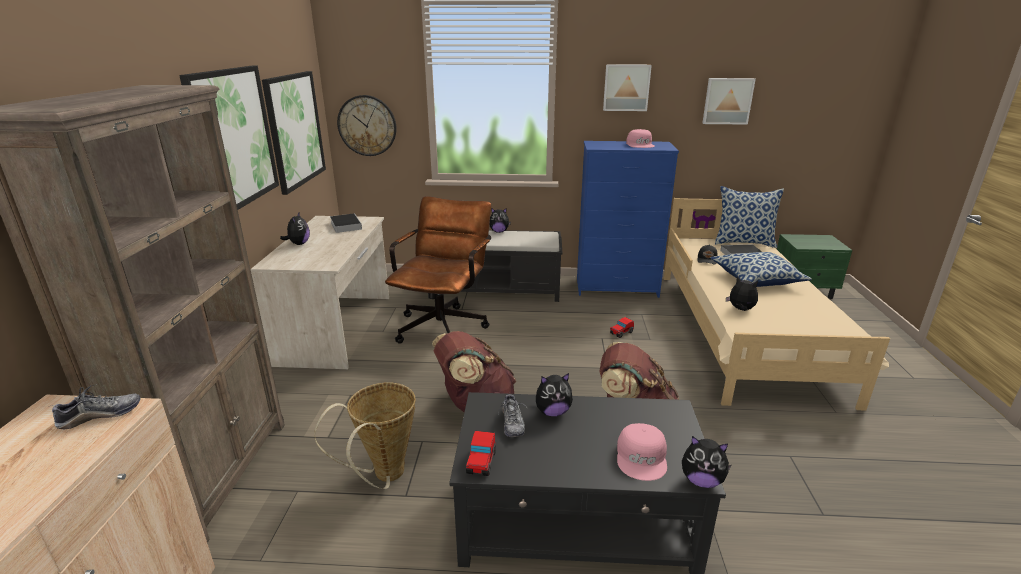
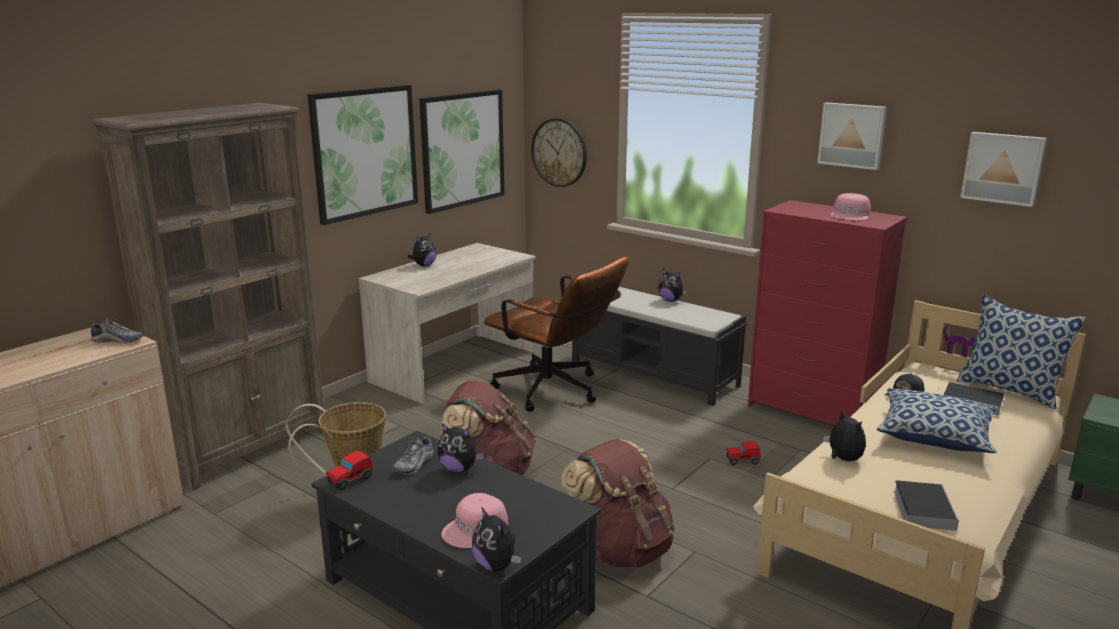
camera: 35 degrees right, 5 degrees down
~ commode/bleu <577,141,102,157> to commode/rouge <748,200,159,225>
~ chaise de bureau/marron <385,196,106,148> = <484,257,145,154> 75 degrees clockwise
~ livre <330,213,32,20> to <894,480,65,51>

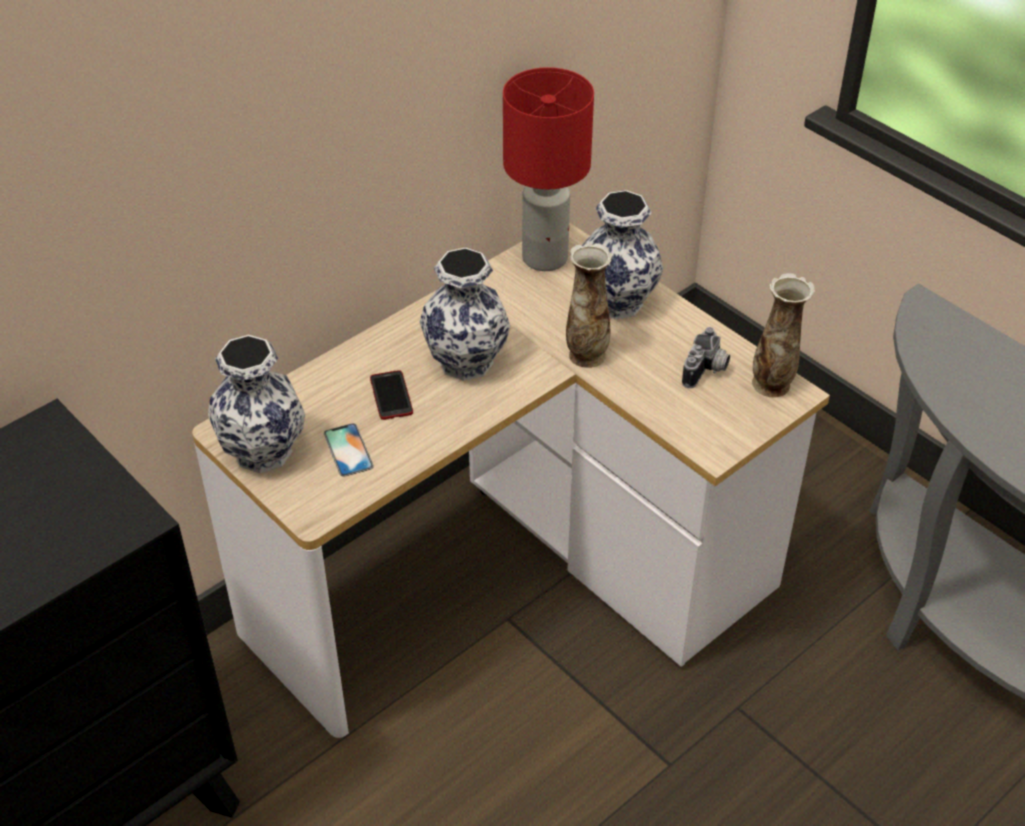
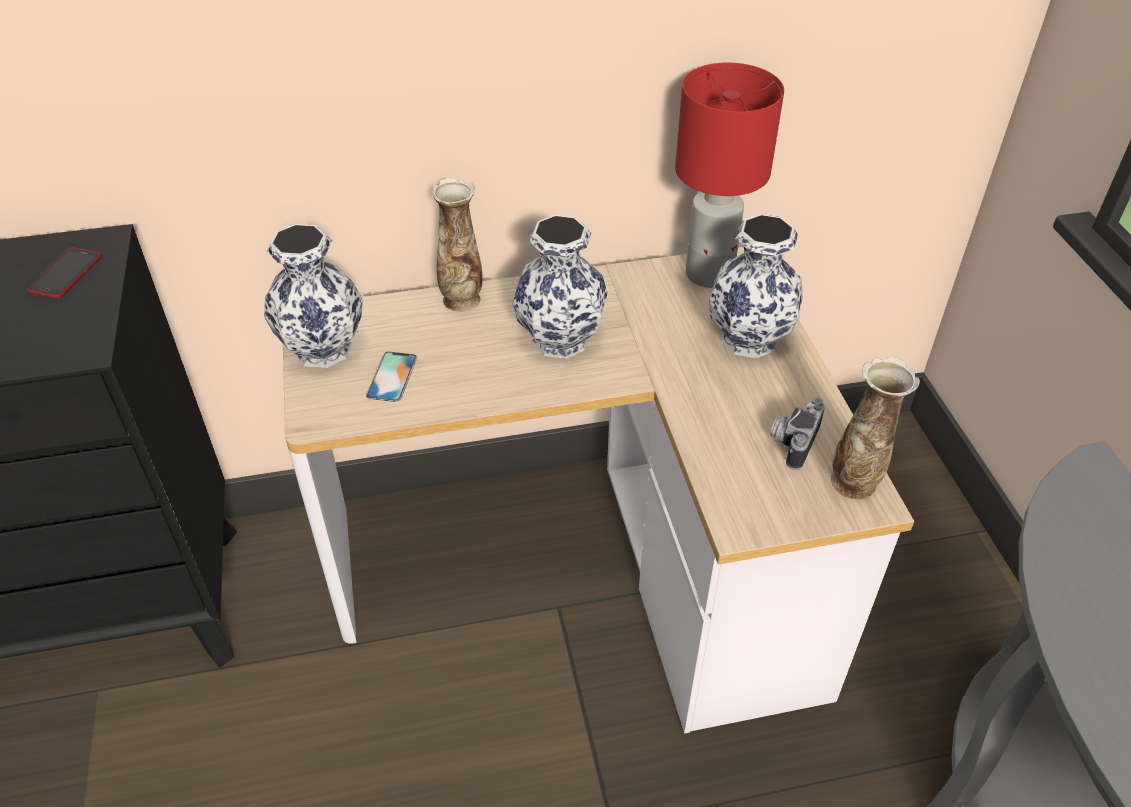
camera: 30 degrees right, 0 degrees up
~ vase <566,243,46,125> to <430,178,53,134>
~ appareil photo <682,327,48,61> = <770,397,55,73> 150 degrees clockwise
~ téléphone <370,370,43,50> to <27,247,75,52>

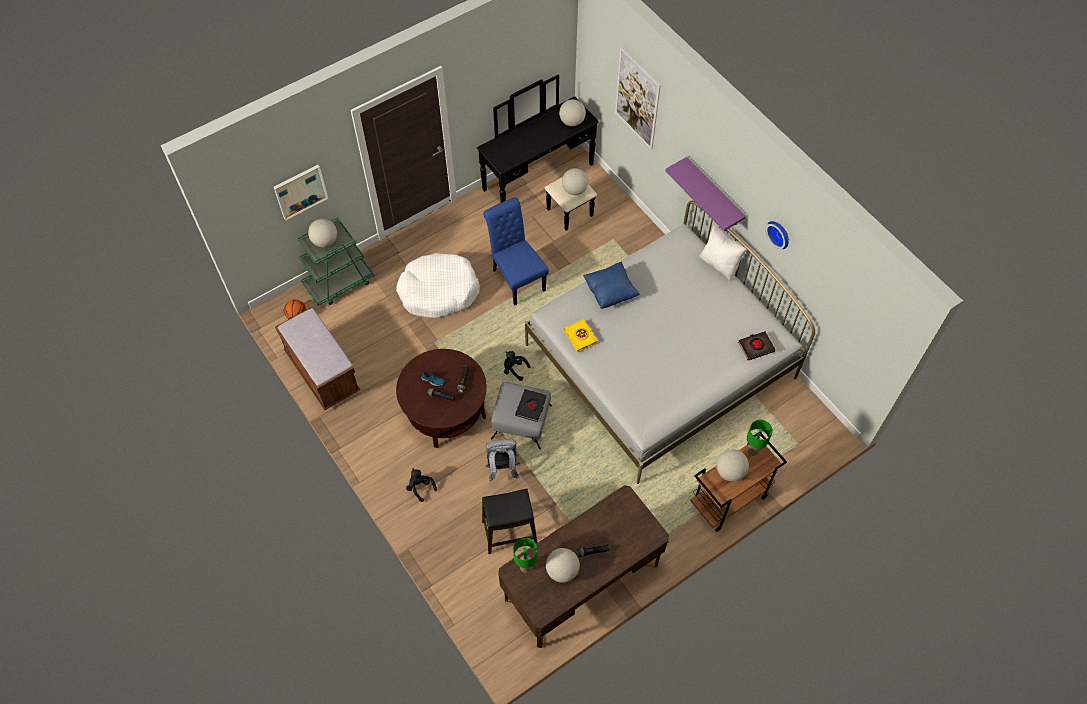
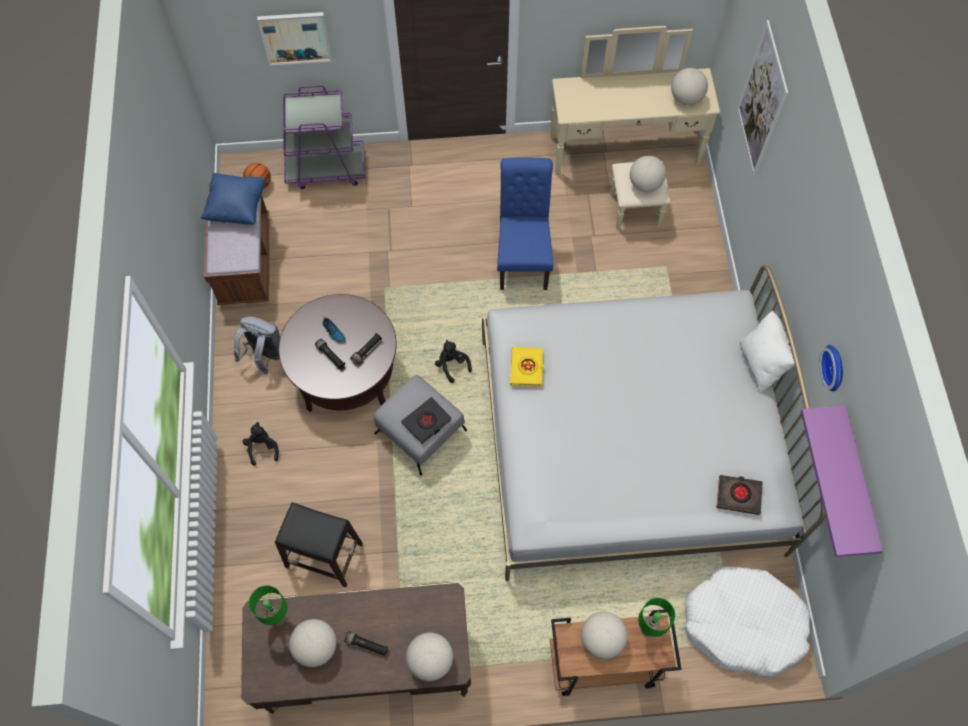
camera: 30 degrees right, 5 degrees up
~ commode/noir <477,74,122,157> to commode/beige <550,26,170,204>
~ étagère/violet <665,157,81,74> to <801,405,82,152>
~ chariot/vert <298,217,76,89> to chariot/violet <283,85,82,104>
~ globe <308,219,29,28> to <406,632,47,49>
~ panier pour chien/blanc <396,253,84,65> to <685,566,125,111>
~ coussin/bleu <583,262,57,47> to <201,173,65,51>
~ sac à dos/gris <485,439,35,42> to <234,317,46,57>

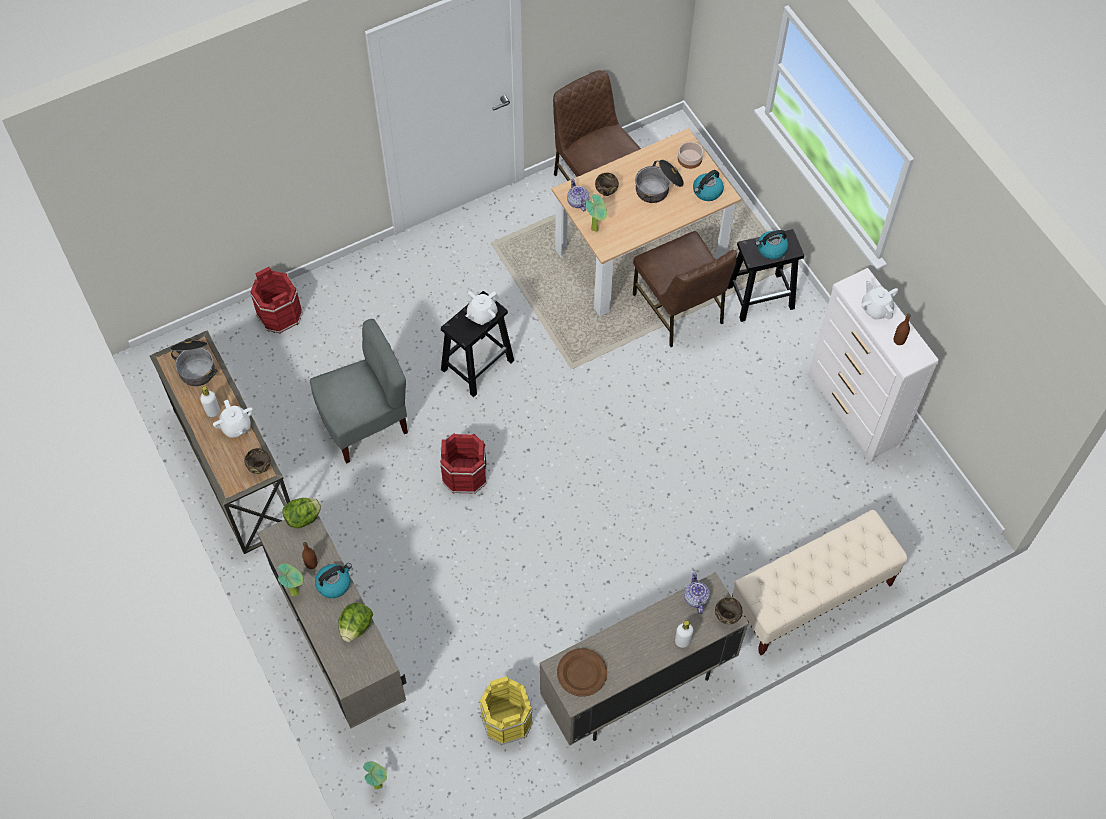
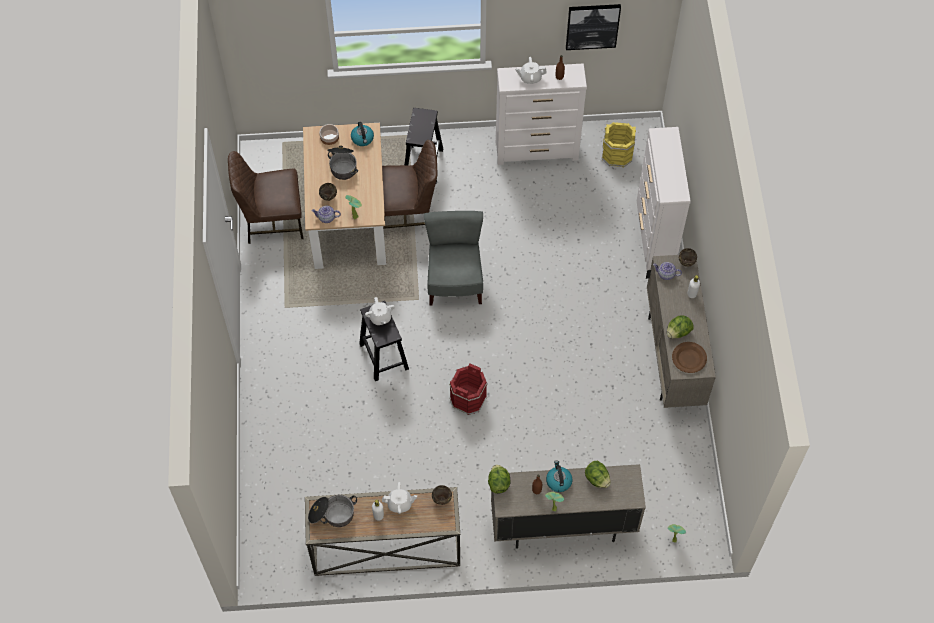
camera: 65 degrees left, 0 degrees up
- bouilloire <755,230,33,29>
- seau/rouge <249,267,54,67>
~ chaise/gris <310,319,98,145> to <424,211,59,95>
~ banc/beige <732,510,176,145> to commode/blanc <637,127,54,143>
~ seau/jaune <478,676,55,69> to <602,122,34,45>
+ tableau <566,4,55,46>
+ laitue <667,316,27,22>

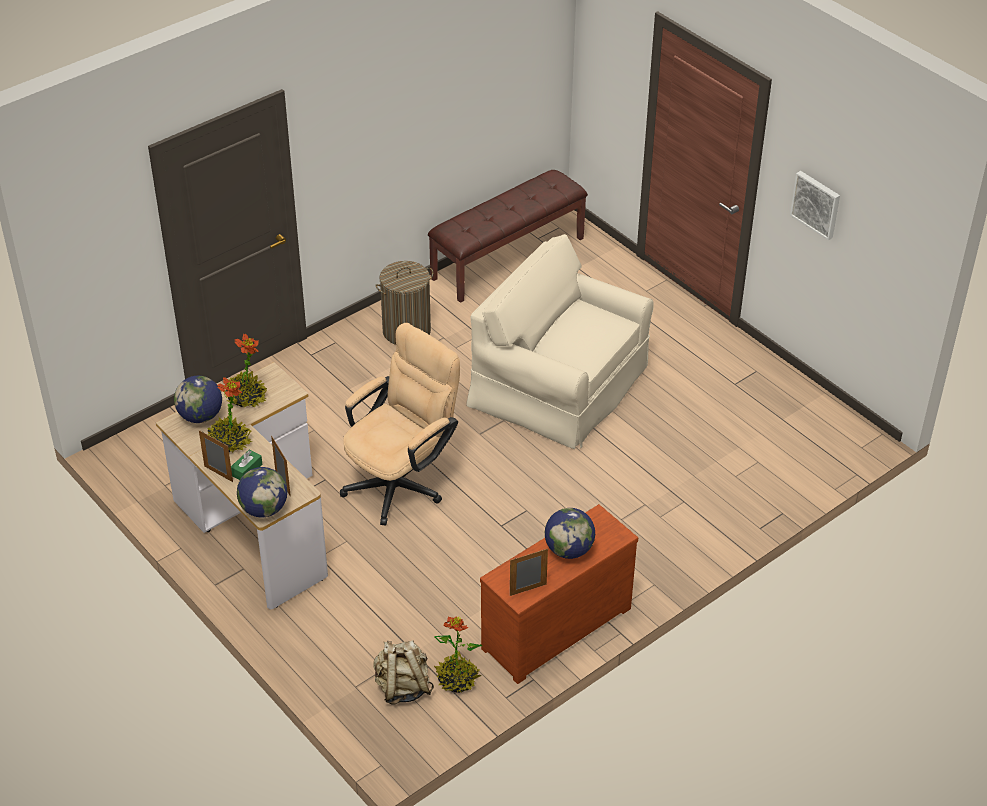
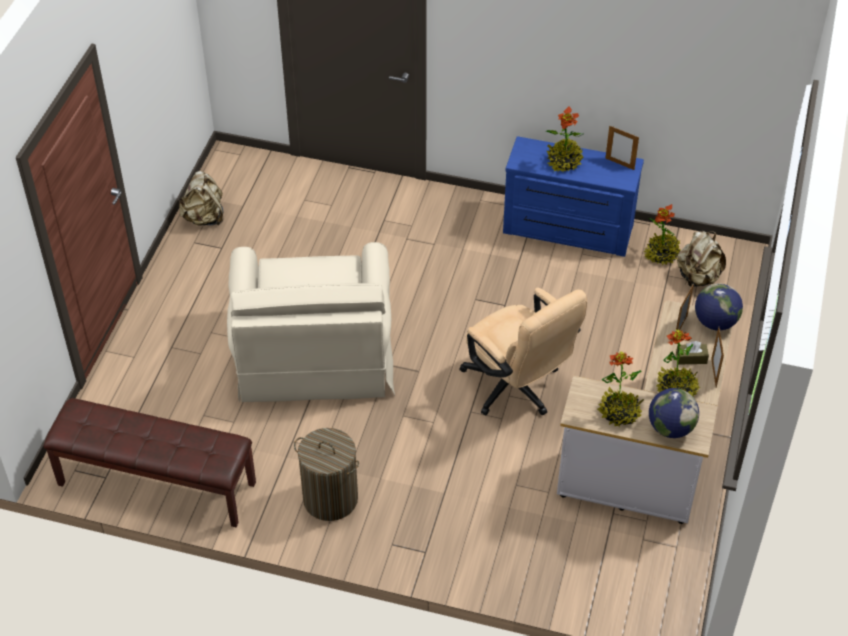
camera: 125 degrees left, 5 degrees up
- tableau <790,171,50,69>
~ chaise de bureau/beige <340,323,120,202> = <459,288,128,128> 135 degrees counterclockwise
~ boîte à mouchoirs/vert <231,450,32,30> to boîte à mouchoirs/marron <676,341,33,24>
~ commode/marron <480,504,158,180> to commode/bleu <503,136,141,121>
~ globe <545,508,50,51> to plante en pot <545,106,39,66>
+ sac à dos/beige <178,171,46,55>

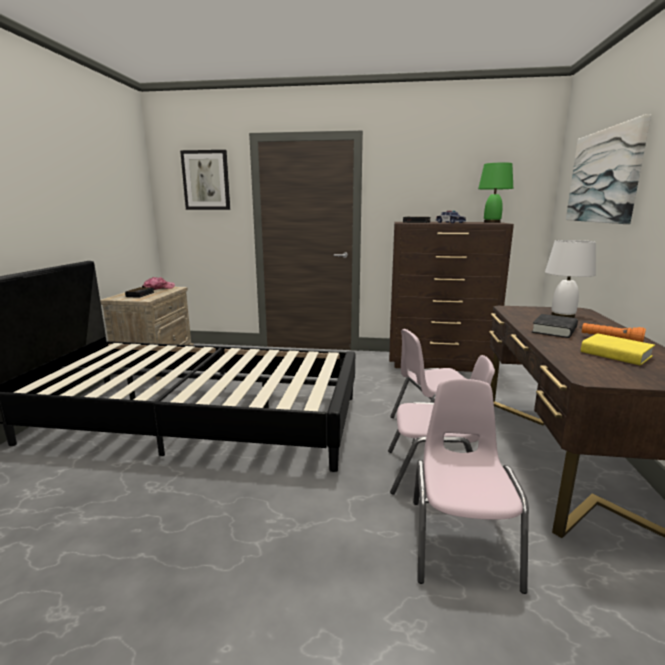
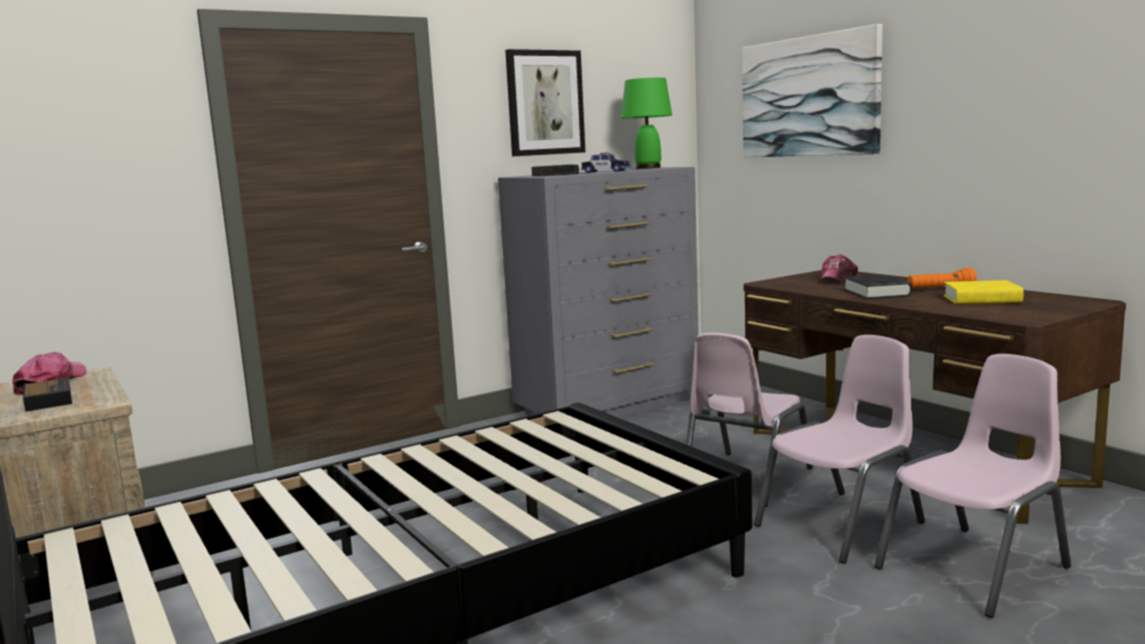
camera: 40 degrees left, 5 degrees down
~ tableau <180,150,50,60> to <505,49,80,107>
~ commode/marron <389,222,125,150> to commode/gris <498,167,201,251>
~ lampe de table/blanc <545,240,51,78> to casquette <819,254,39,29>
~ chaise/rose <413,379,116,215> = <874,354,197,264> 90 degrees clockwise

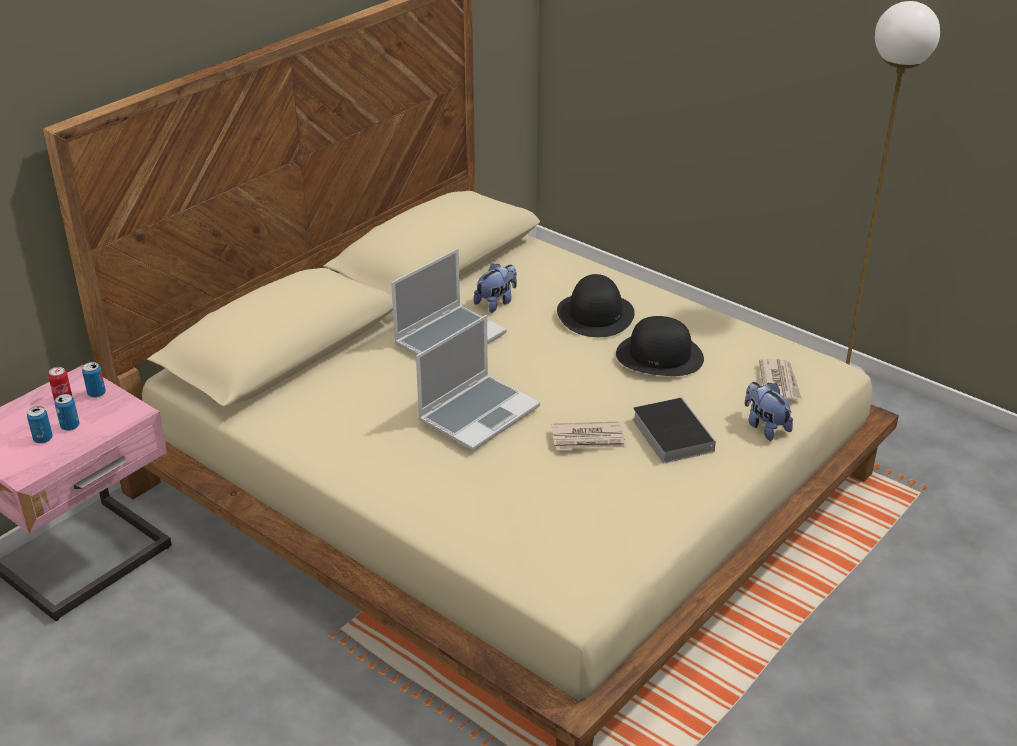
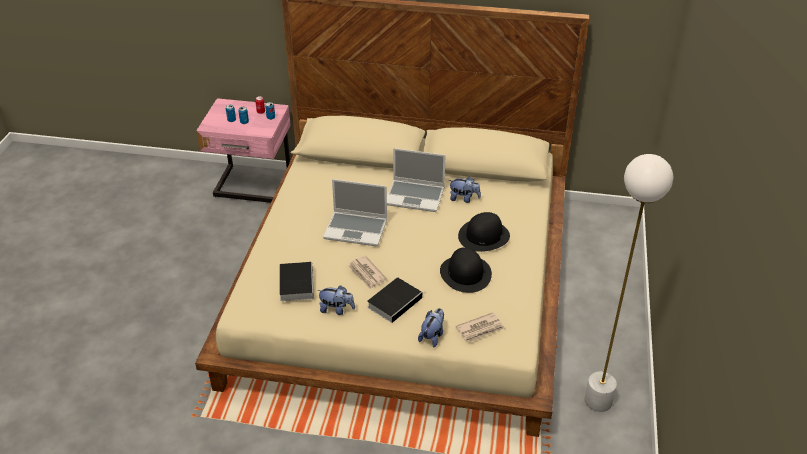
camera: 60 degrees right, 5 degrees up
+ livre <279,262,35,39>
+ peluche <317,285,38,30>

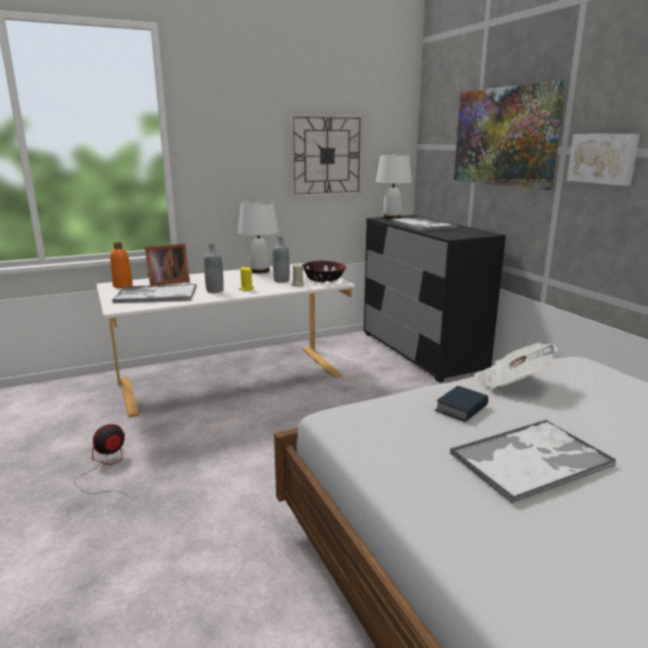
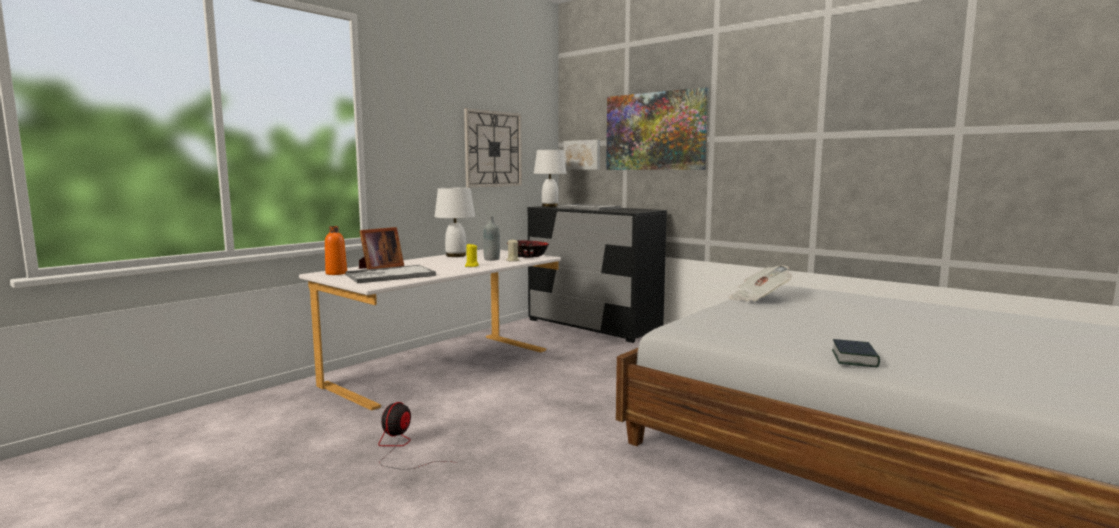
camera: 25 degrees left, 10 degrees down
~ tableau <567,134,73,52> to <564,140,36,30>
- bouteille/gris <204,243,20,50>
~ livre <435,386,54,36> to <832,339,48,29>
- plateau <450,420,167,84>

